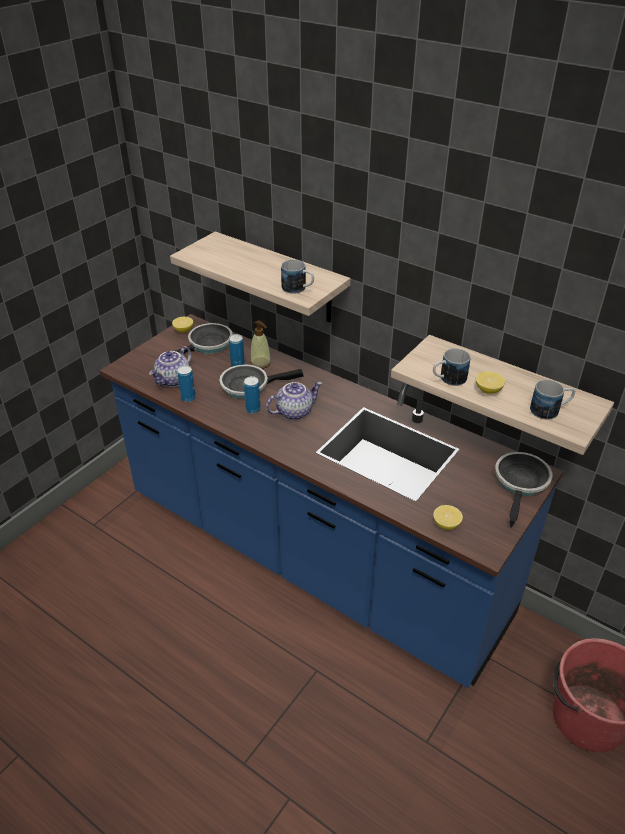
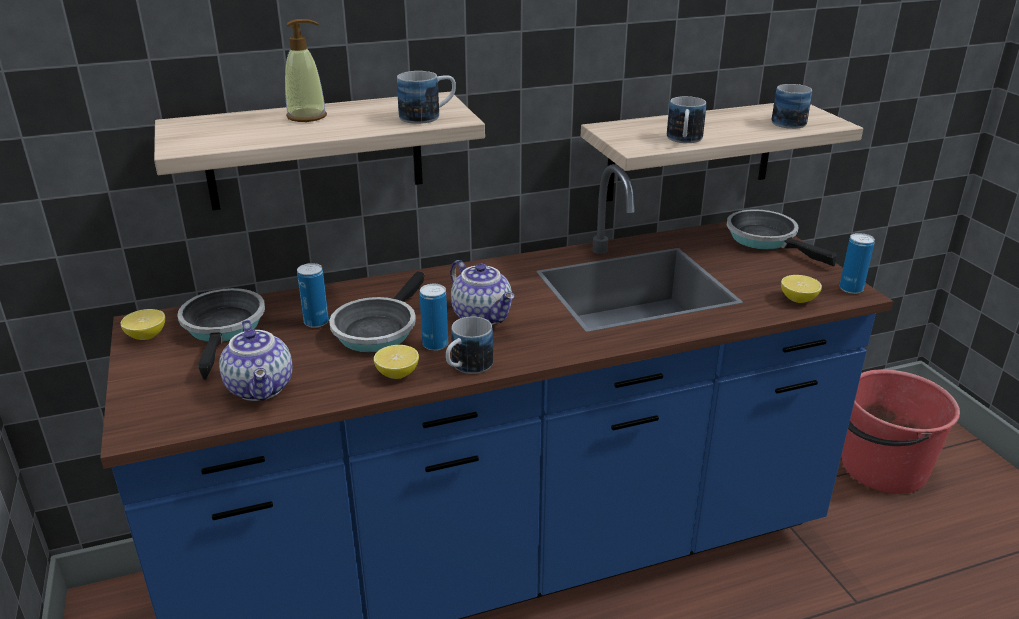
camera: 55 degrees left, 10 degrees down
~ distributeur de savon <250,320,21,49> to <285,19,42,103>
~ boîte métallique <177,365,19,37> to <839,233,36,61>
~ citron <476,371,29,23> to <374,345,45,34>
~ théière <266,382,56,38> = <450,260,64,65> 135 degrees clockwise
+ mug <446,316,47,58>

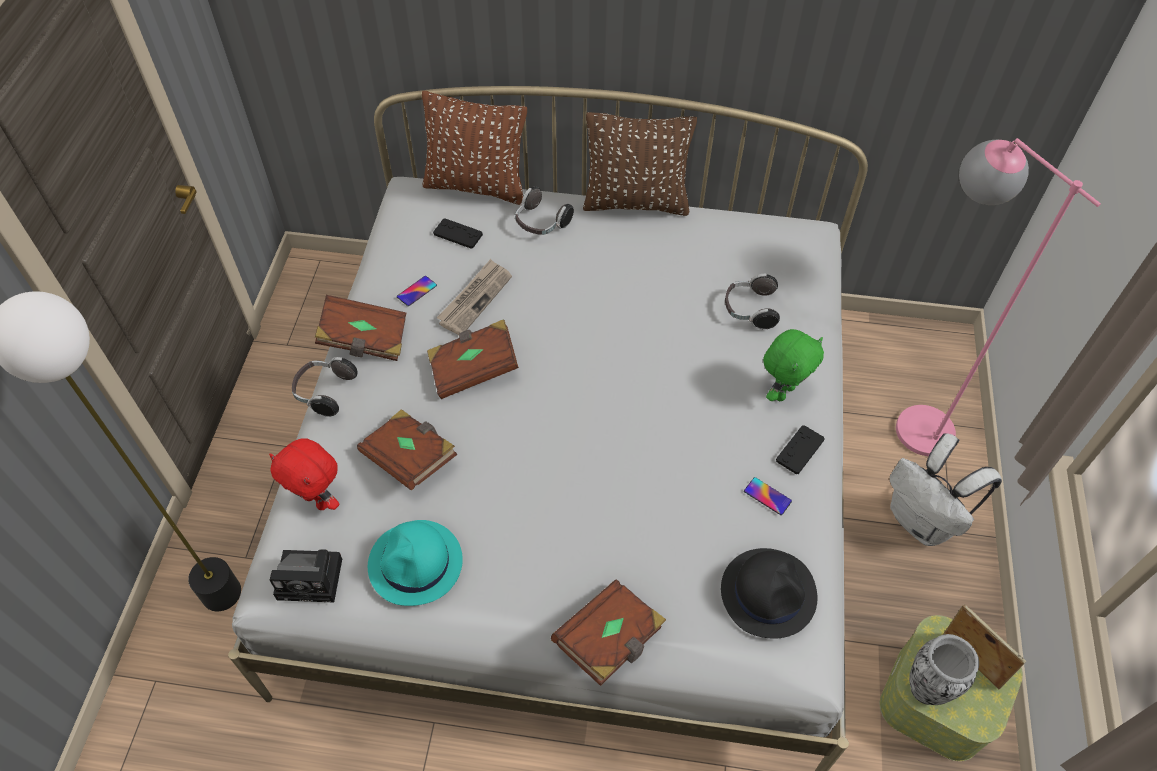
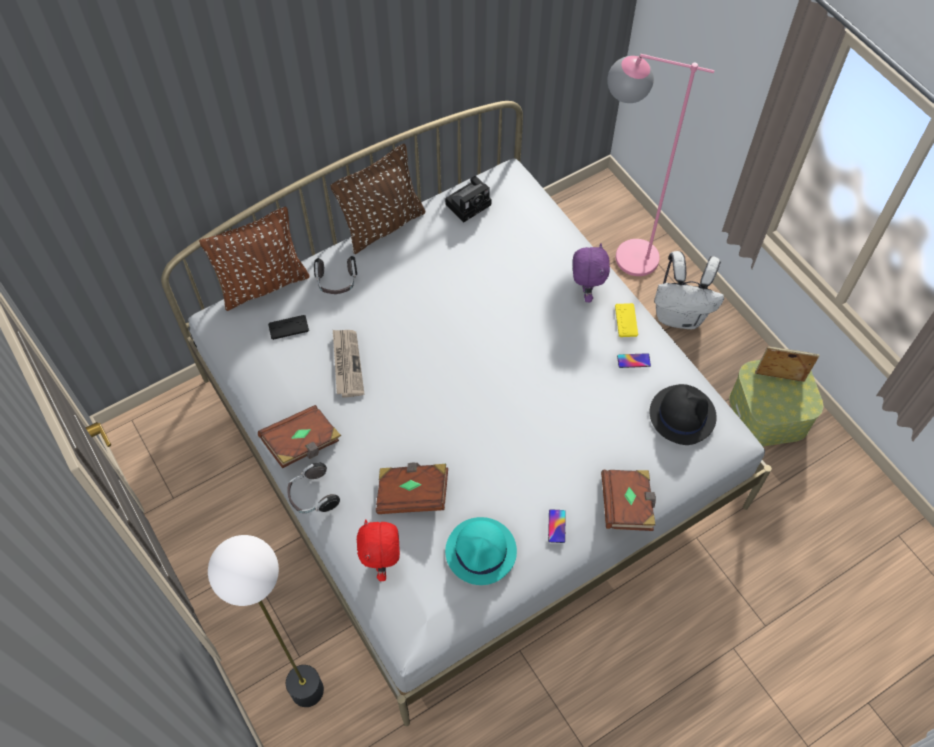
camera: 40 degrees left, 5 degrees up
- casque audio <725,274,55,56>
~ téléphone <397,276,40,30> to <548,509,18,34>
- livre/marron <427,319,92,80>
~ peluche/vert <763,329,61,72> to peluche/violet <573,243,37,59>
~ manette/noir <776,425,48,50> to manette/jaune <615,303,23,34>
~ peluche/rouge <269,438,70,72> = <357,519,43,62> 90 degrees clockwise
~ appareil photo <270,549,72,53> to <445,176,46,47>
- vase <909,634,70,71>

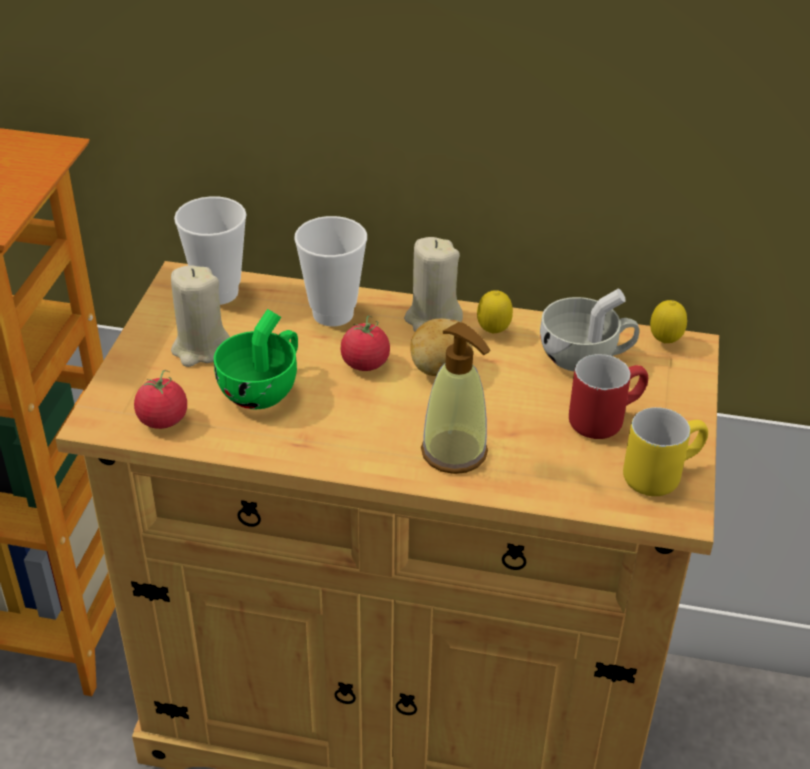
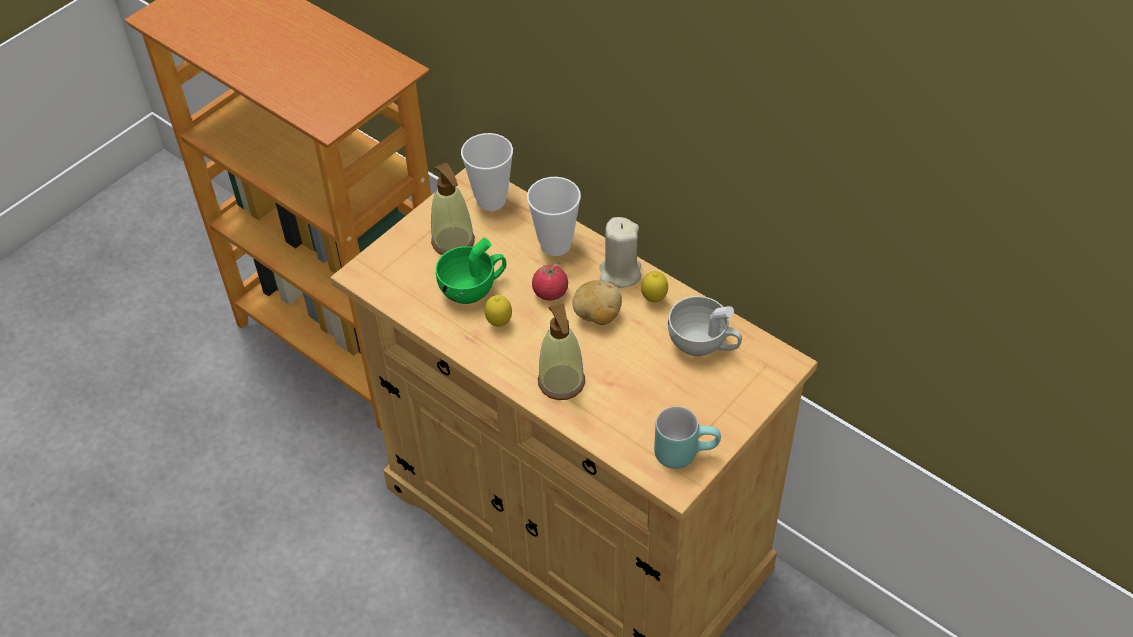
camera: 30 degrees right, 10 degrees up
~ bougie/beige <171,265,59,102> to distributeur de savon <431,162,44,93>
~ citron <650,300,37,43> to <485,295,27,32>
- mug/rouge <569,354,79,85>
- tomate <134,370,53,59>
~ mug/jaune <623,407,85,89> to mug/turquoise <654,406,67,63>

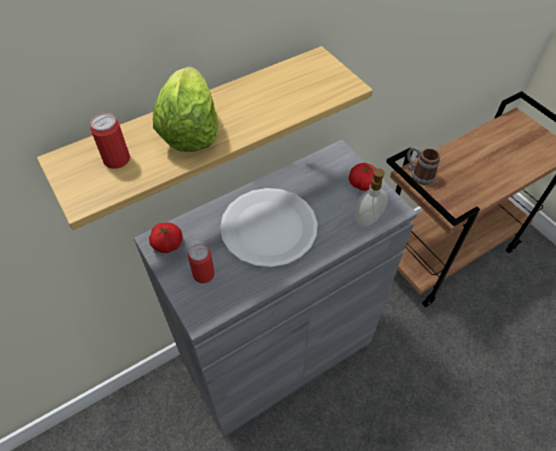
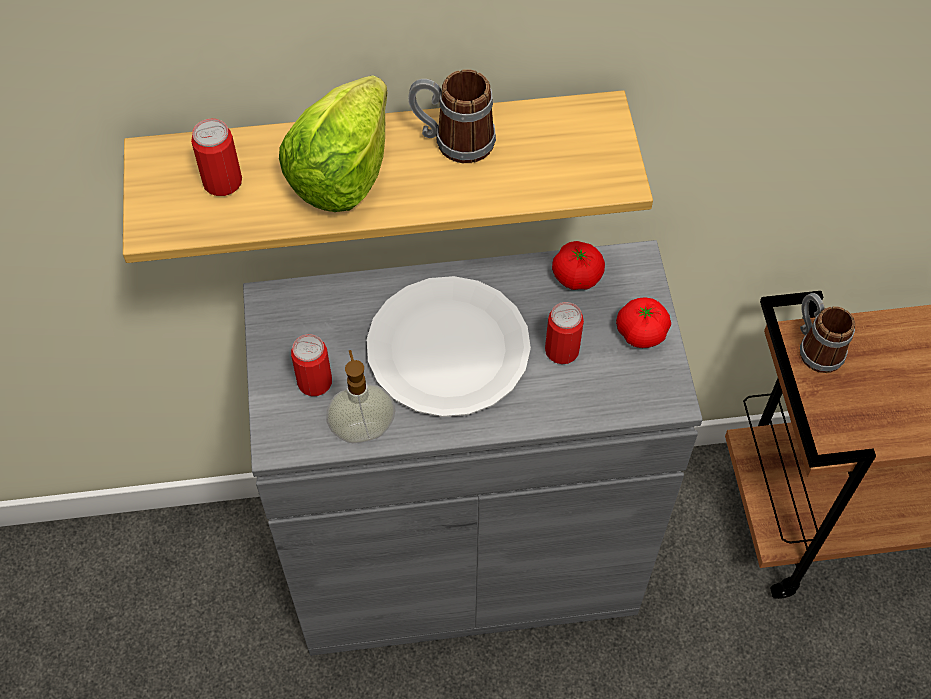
camera: 25 degrees right, 5 degrees up
~ distributeur de savon <354,166,34,61> to <326,350,69,93>
~ tomate <149,222,34,31> to <552,241,53,49>
+ mug <408,69,88,94>
+ boîte métallique <545,302,39,62>

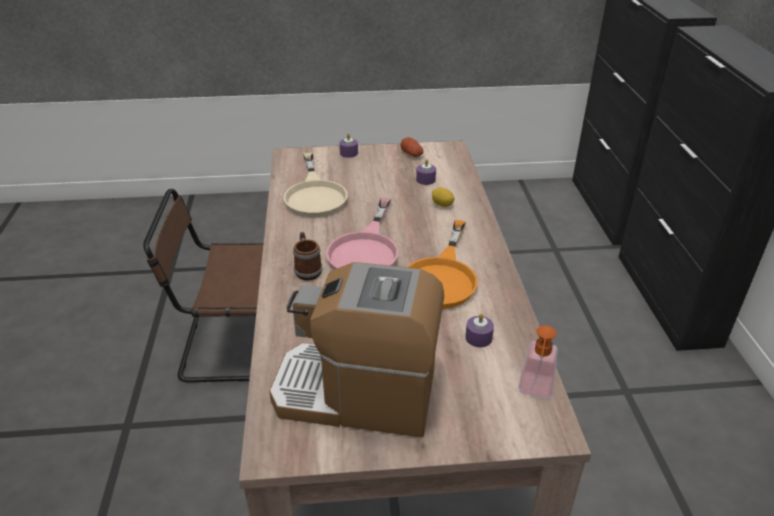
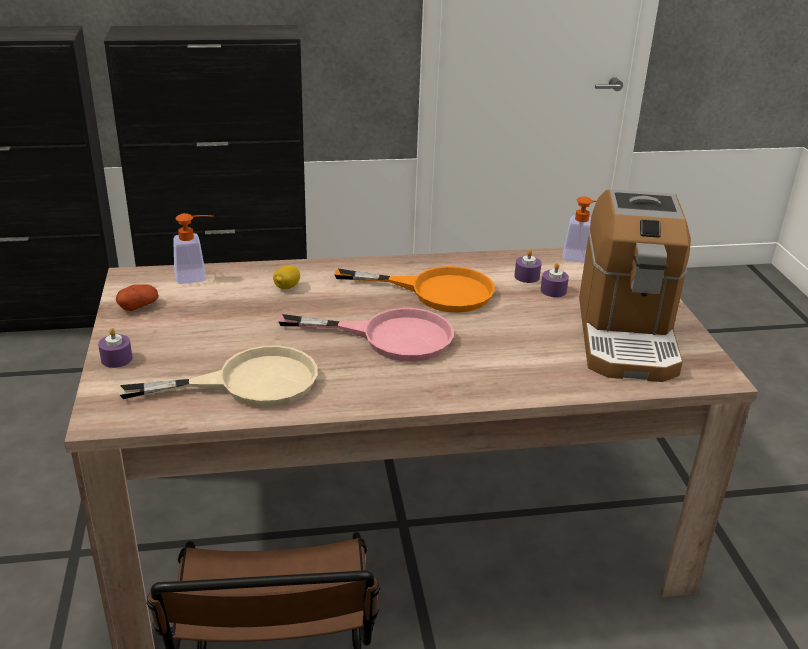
camera: 95 degrees left, 5 degrees down
~ bougie/violet <416,159,20,26> to <541,263,28,34>
- mug <293,232,29,48>
+ distributeur de savon <173,213,41,71>

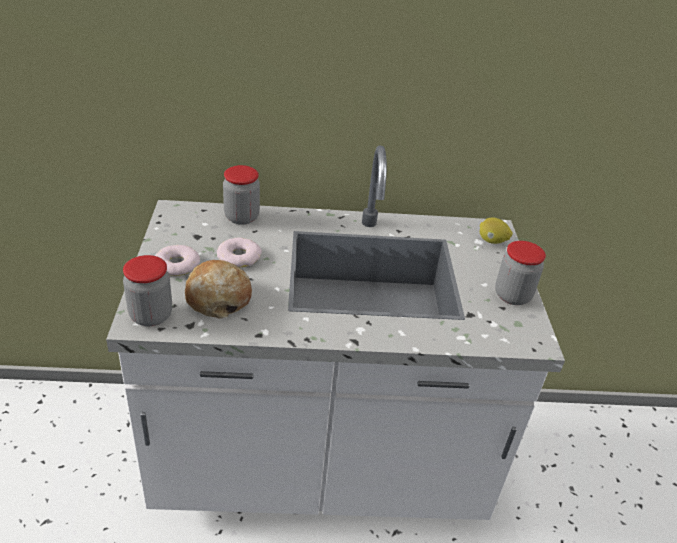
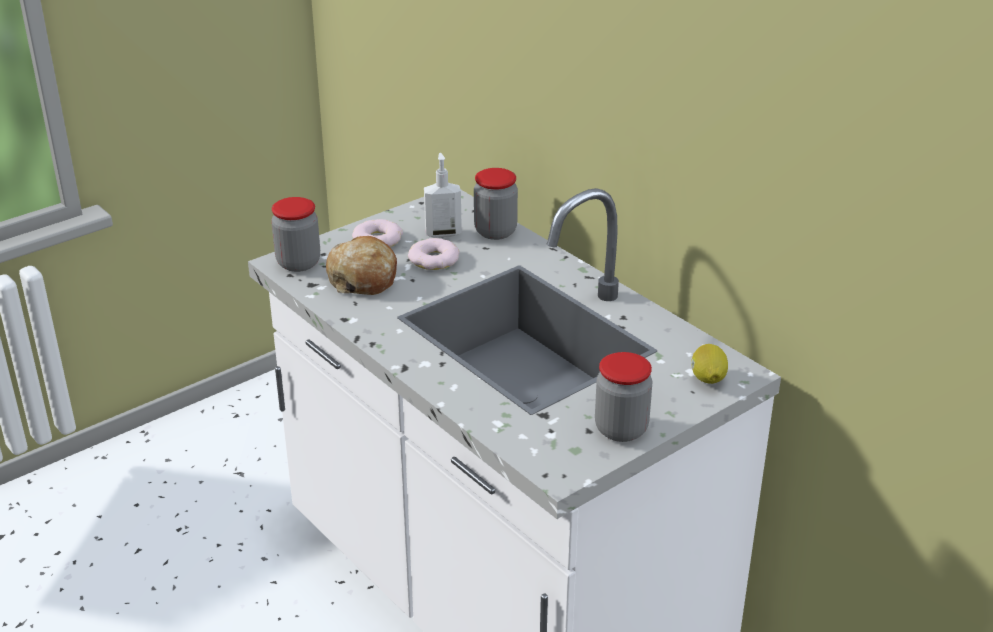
camera: 55 degrees right, 5 degrees down
+ distributeur de savon <424,153,38,85>

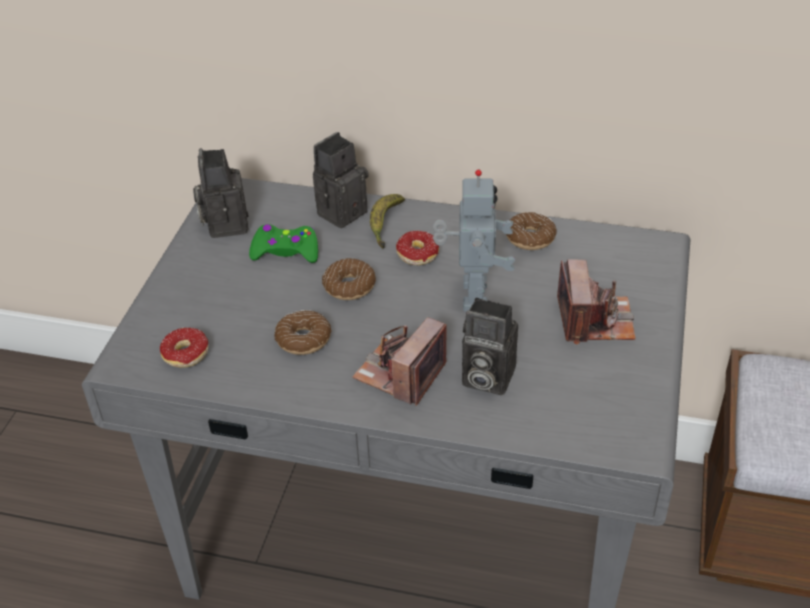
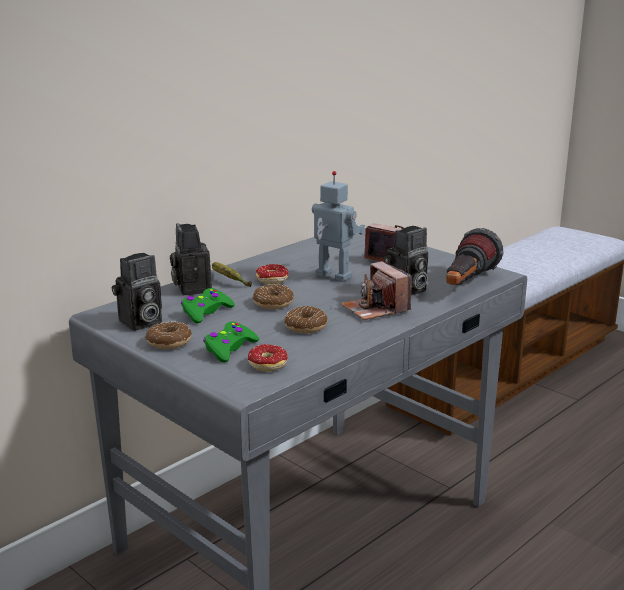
camera: 60 degrees left, 20 degrees down
~ appareil photo <193,148,56,90> = <112,253,50,78> 60 degrees counterclockwise
~ beignet <506,212,51,38> to <146,321,46,28>
+ lampe de poche <446,228,57,57>
+ manette/vert <203,322,56,41>

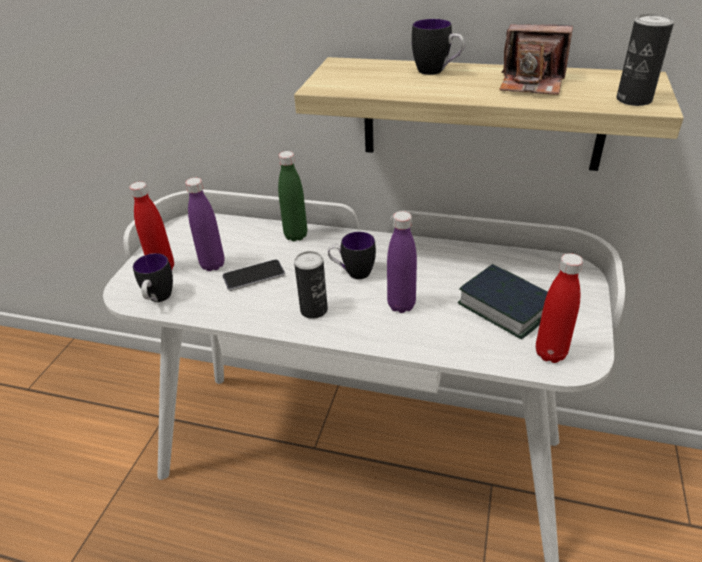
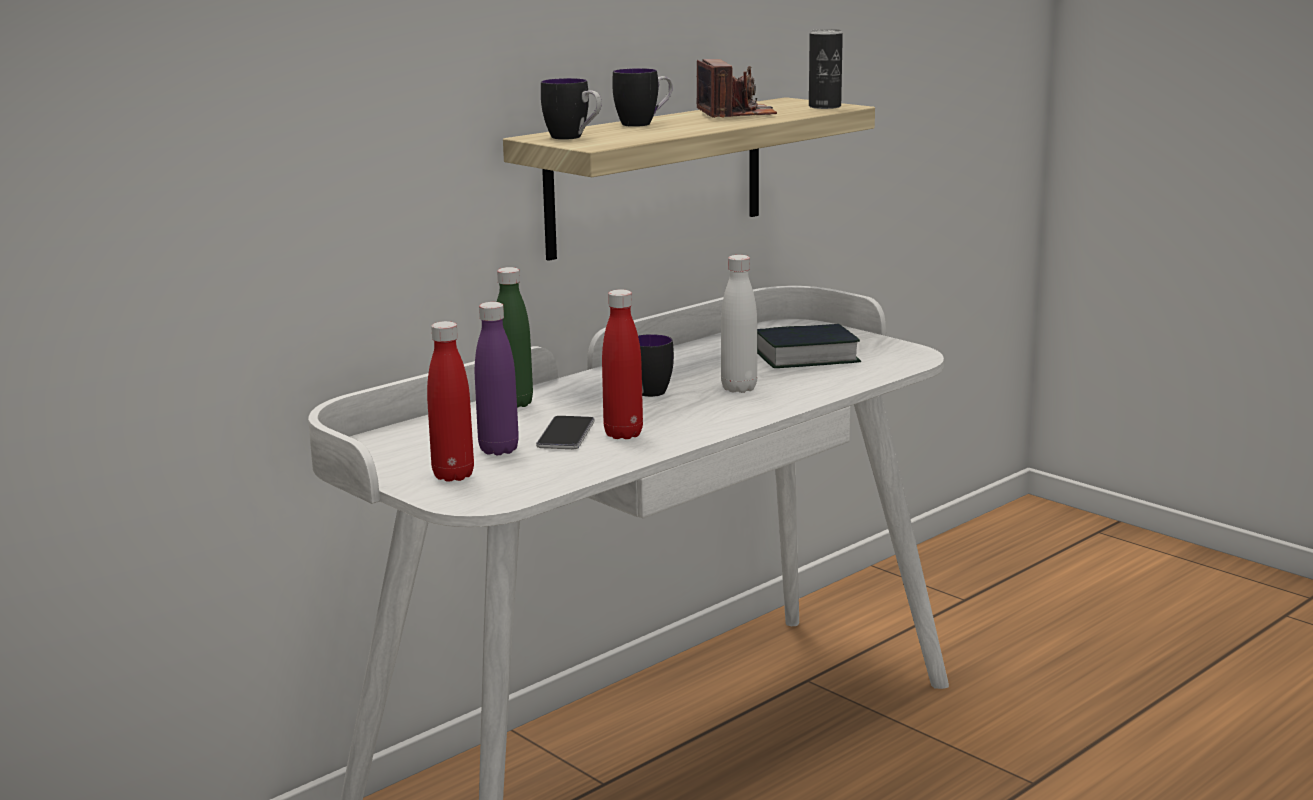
camera: 60 degrees left, 20 degrees down
~ appareil photo <500,24,73,71> = <697,59,80,59> 60 degrees counterclockwise
~ bouteille/violet <387,211,30,102> to bouteille/blanc <721,255,36,138>
- boîte métallique <294,251,34,68>
~ mug <133,253,40,49> to <541,78,61,62>
~ bouteille/rouge <536,253,47,110> to <602,289,41,150>

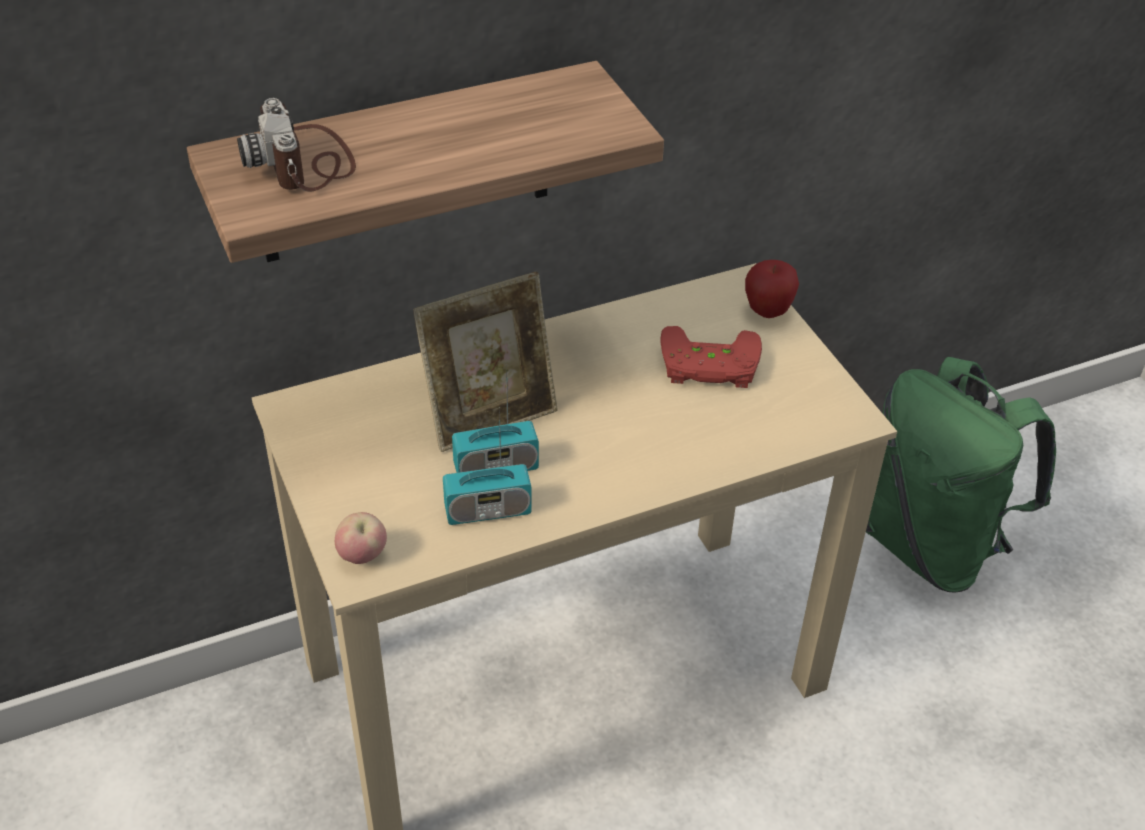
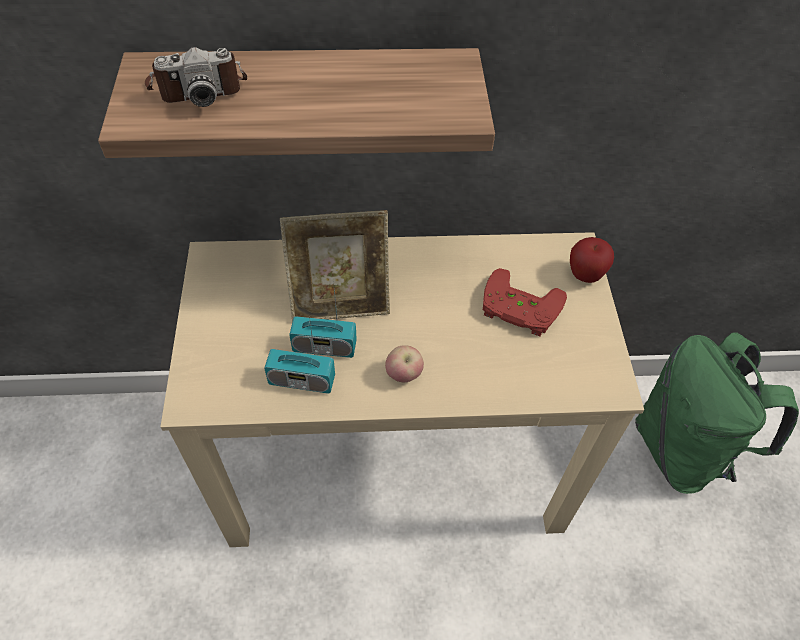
camera: 20 degrees right, 10 degrees up
~ appareil photo <237,98,119,94> = <145,47,102,60> 105 degrees counterclockwise
~ pomme <335,512,52,52> to <385,345,39,37>

